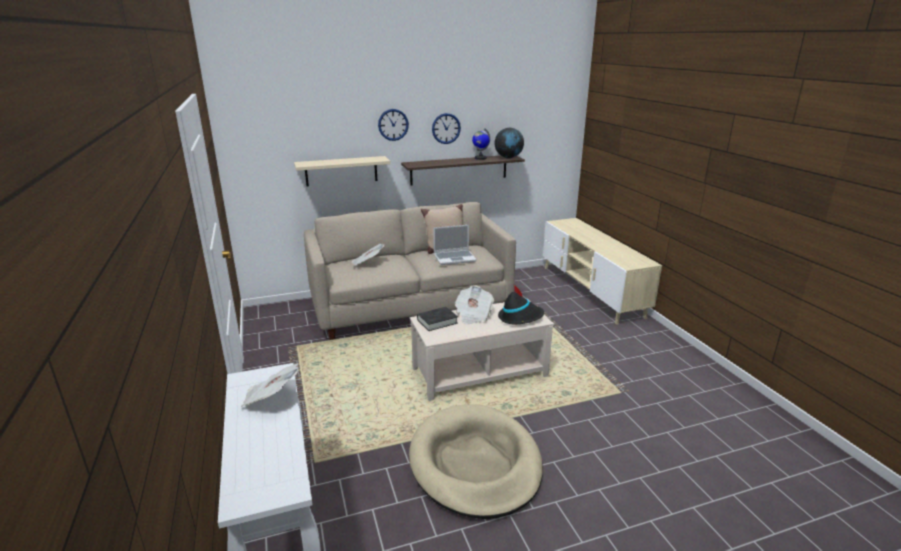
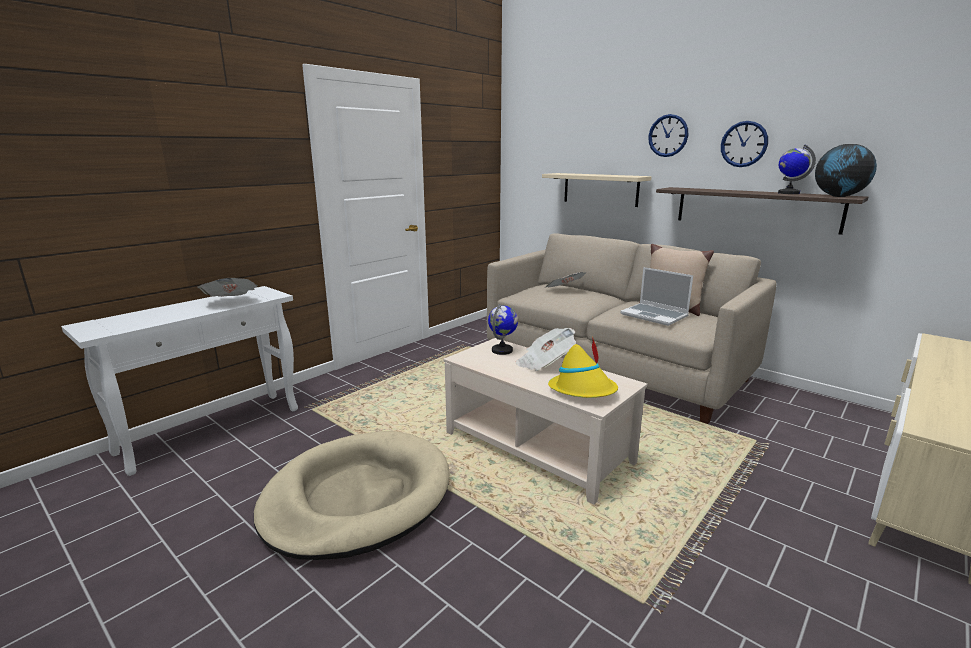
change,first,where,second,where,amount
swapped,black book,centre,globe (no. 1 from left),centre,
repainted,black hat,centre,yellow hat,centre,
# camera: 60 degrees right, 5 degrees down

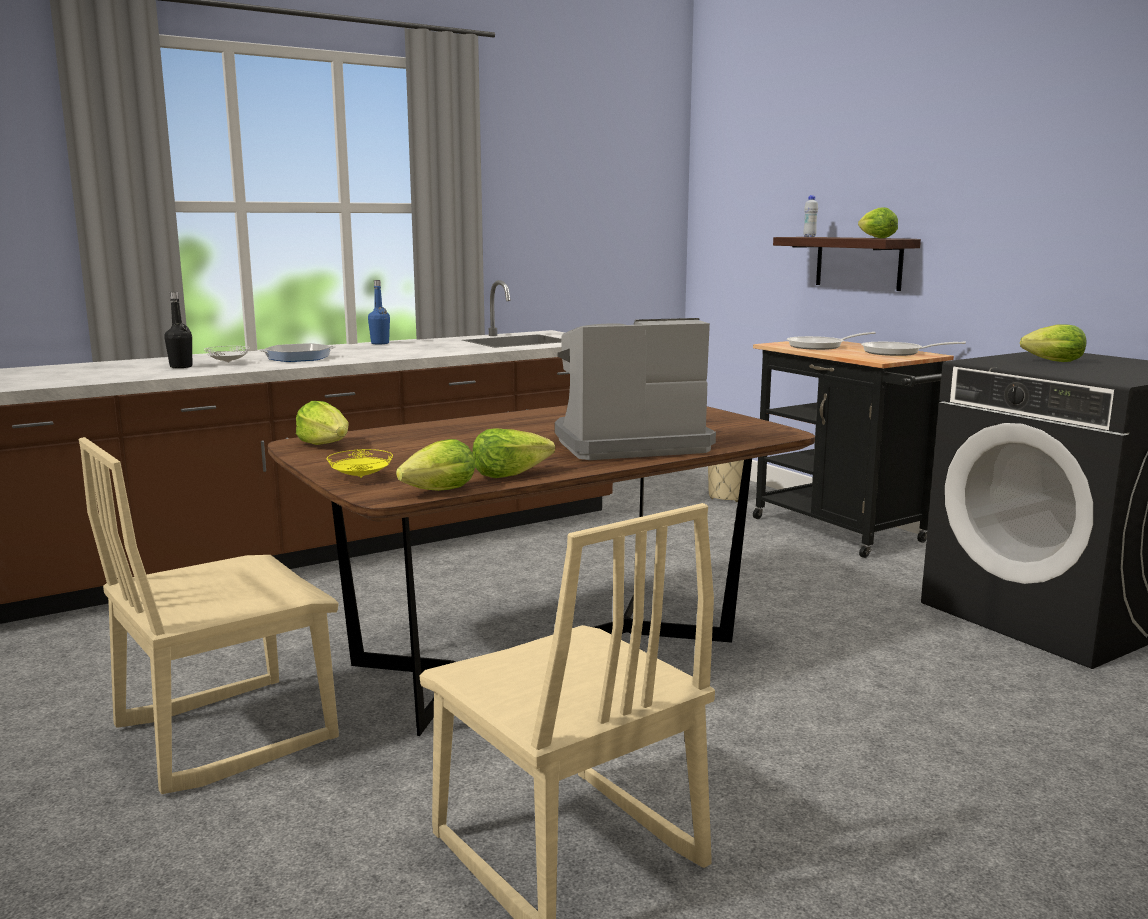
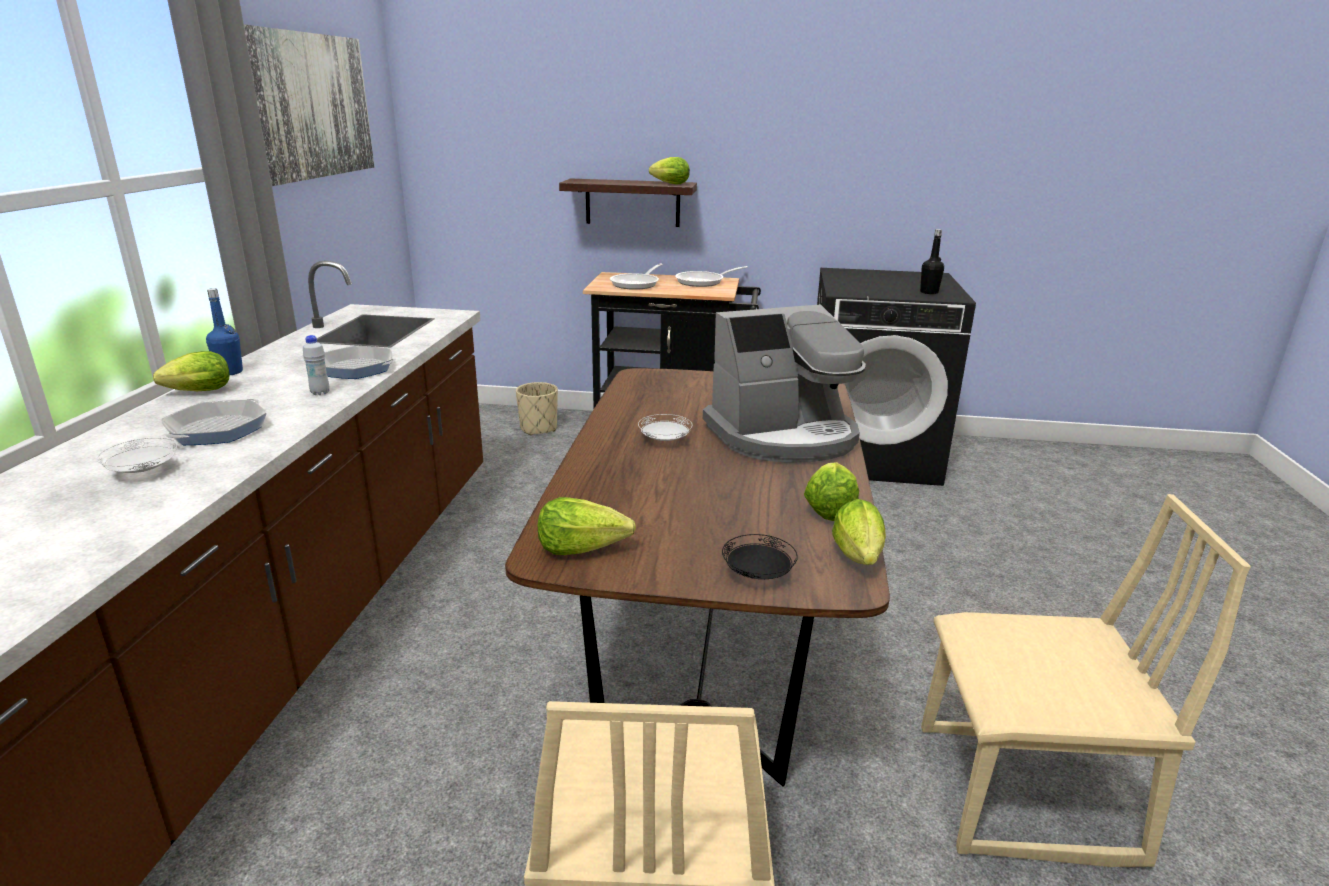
change,first,where,second,where,amount
shifted,black bottle,middle left,,top right,
repainted,yellow plate,middle left,black plate,centre,
rotated,coffee machine,centre,,centre,135 degrees counterclockwise
shifted,white bottle,top right,,middle left,
shifted,lettuce (no. 5 from left in the first image),middle right,lettuce (no. 1 from left),middle left,
new,,,picture,top left,
new,,,frying pan (no. 2 from left),middle left,
new,,,white plate (no. 2 from left),centre,
# camera: 50 degrees left, 10 degrees up

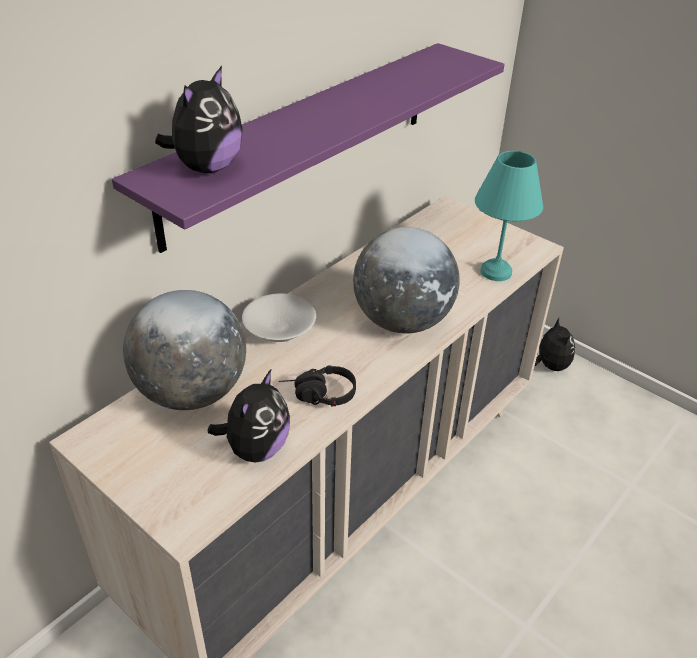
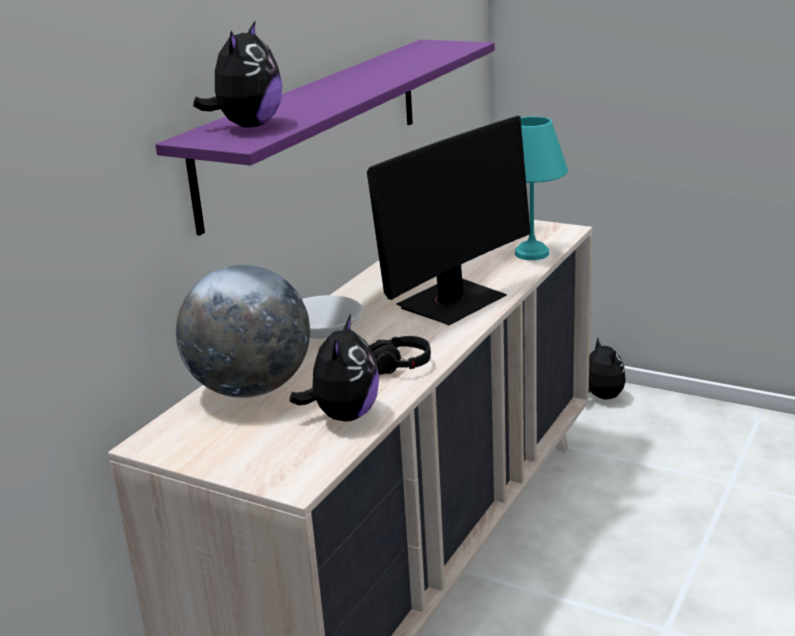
change,first,where,second,where,amount
swapped,globe (no. 2 from left),centre,monitor,centre,
# camera: 10 degrees left, 15 degrees down

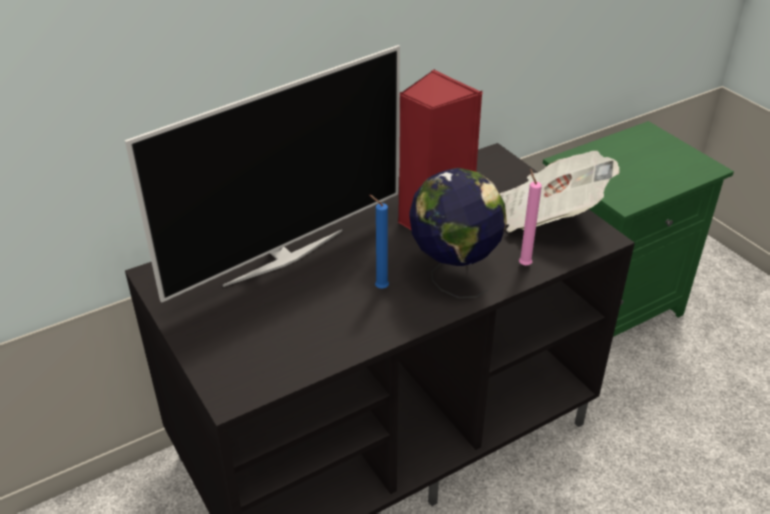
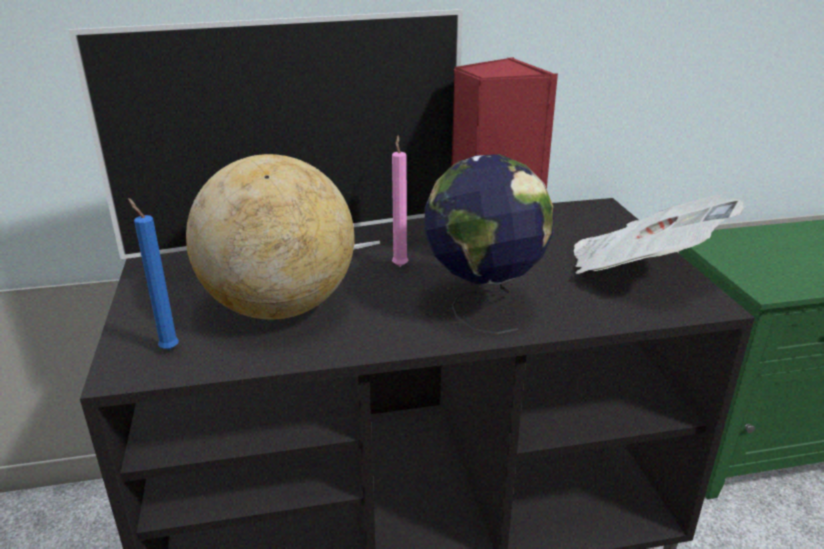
change,first,where,second,where,amount
shifted,blue candle,centre,,middle left,
shifted,pink candle,middle right,,centre,
new,,,globe (no. 1 from left),middle left,
# camera: 20 degrees right, 10 degrees down

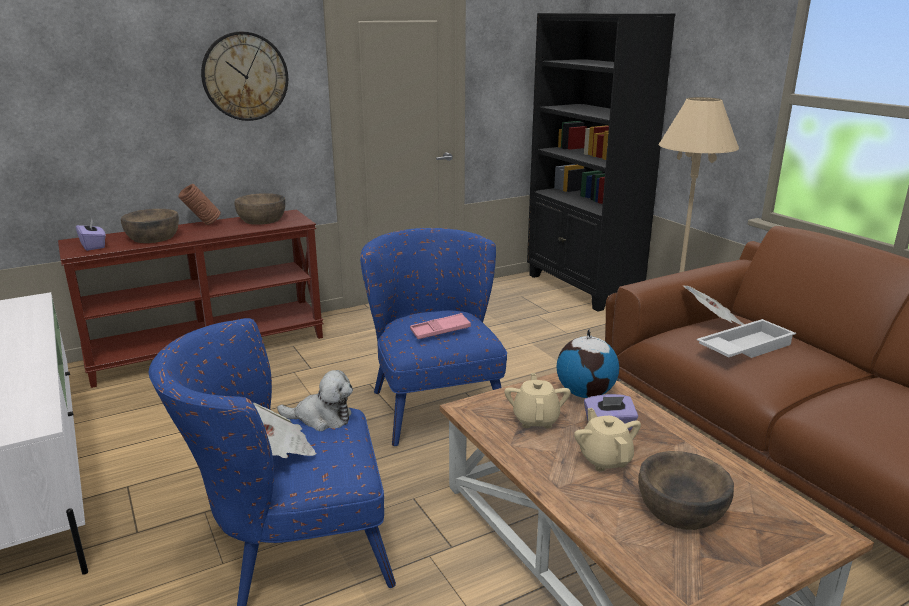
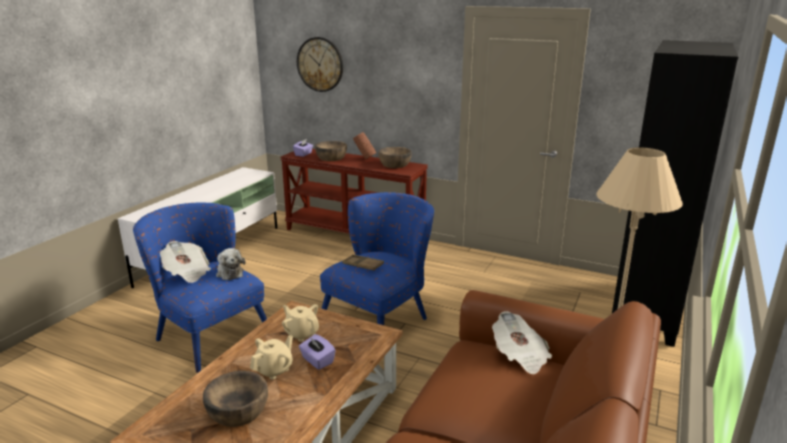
change,first,where,second,where,amount
shifted,wall clock,top left,,top centre,
repainted,pink tray,centre,brown tray,centre,
rotated,beige teapot (no. 1 from left in the first image),centre,beige teapot (no. 2 from left),bottom centre,105 degrees counterclockwise
gone,globe,centre,,,
gone,white tray,middle right,,,
# camera: 55 degrees right, 0 degrees up

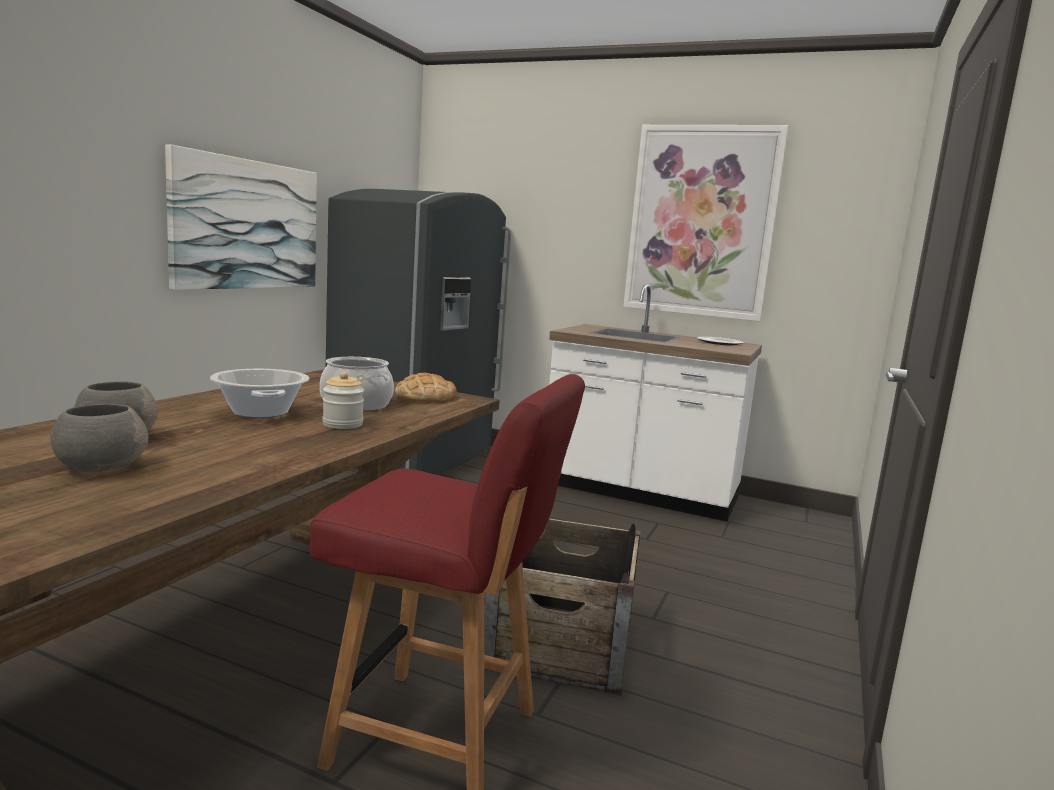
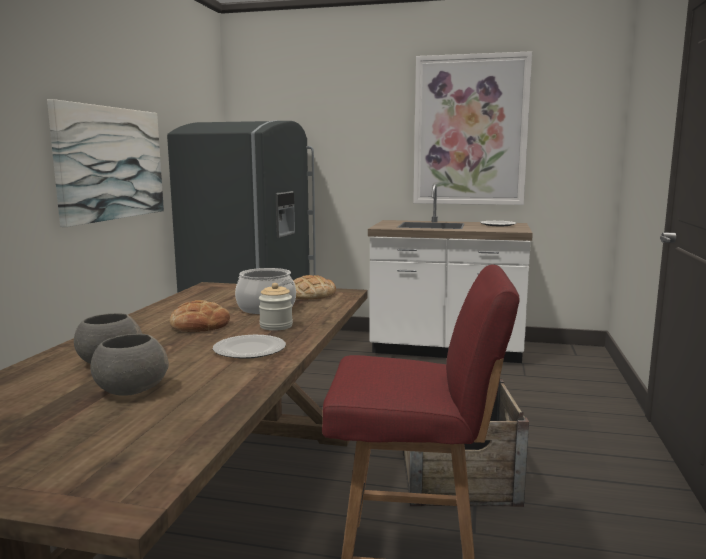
change,first,where,second,where,amount
swapped,cooking pot (no. 1 from left),middle left,bread (no. 1 from left),middle left,
new,,,plate (no. 1 from left),centre,
# camera: 10 degrees left, 0 degrees up

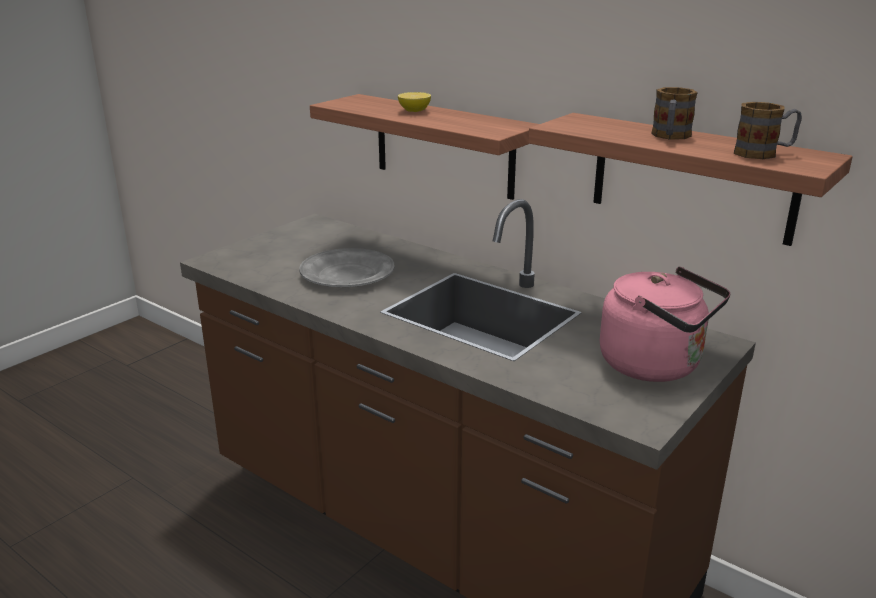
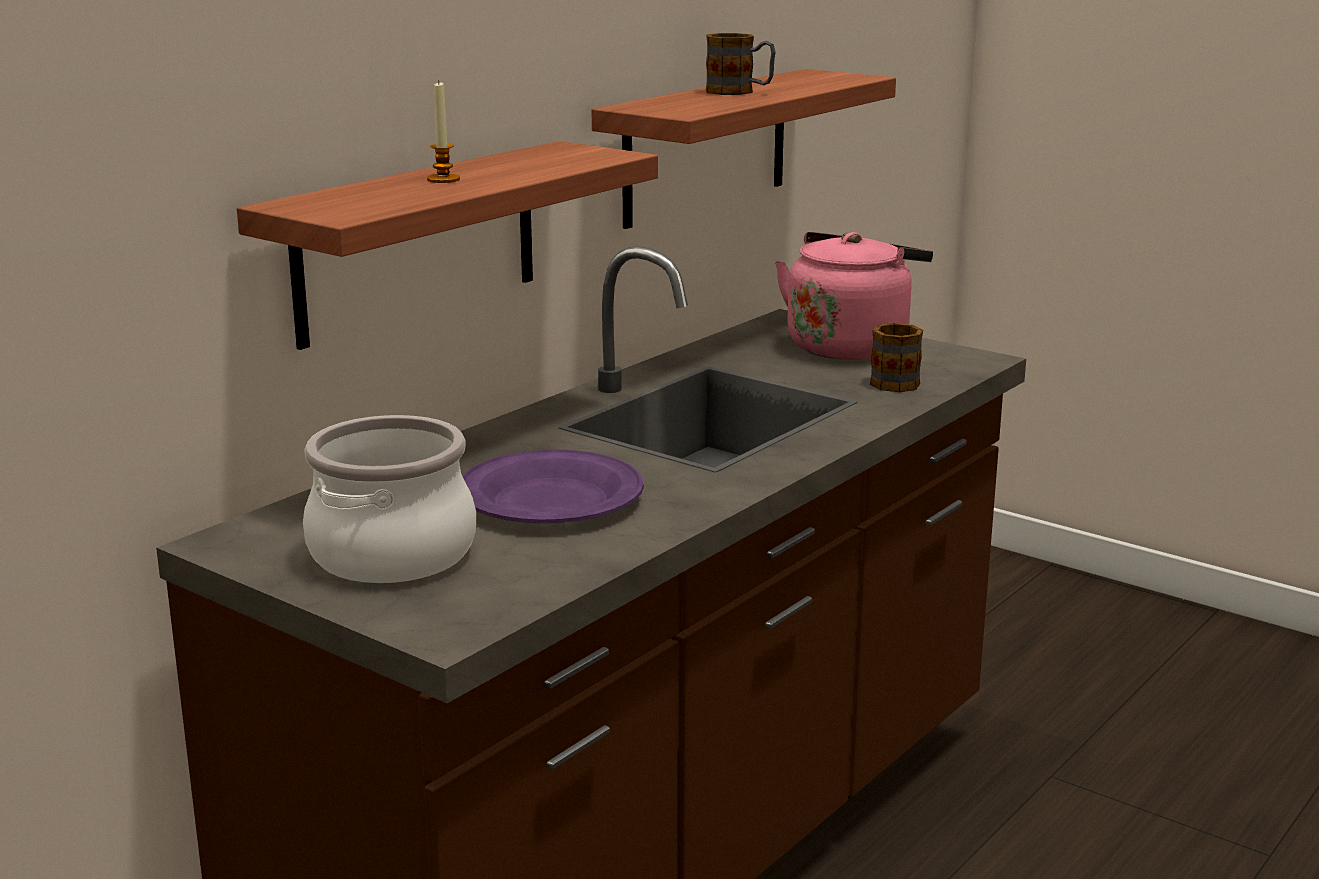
change,first,where,second,where,amount
repainted,grey plate,centre,purple plate,centre,
swapped,lemon,top centre,candle,top centre,
shifted,mug (no. 2 from left),top right,,middle right,
new,,,cooking pot,middle left,
# camera: 90 degrees left, 5 degrees down

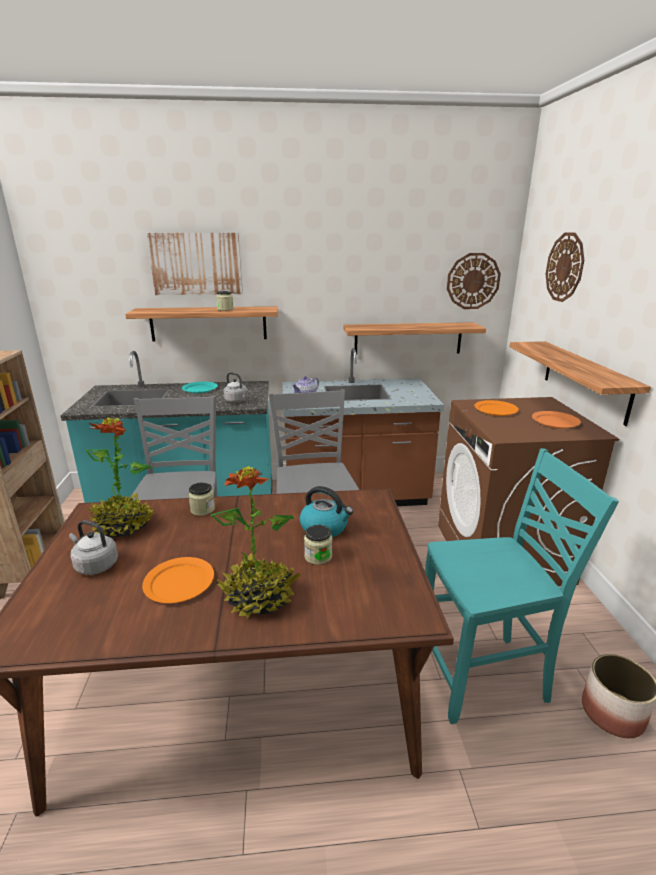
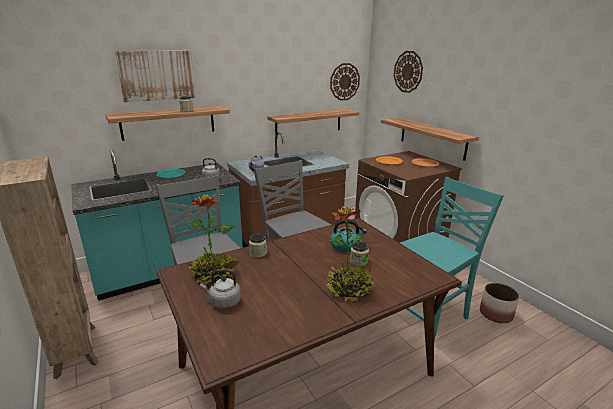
change,first,where,second,where,amount
gone,orange plate (no. 1 from left),middle left,,,
# camera: 25 degrees left, 0 degrees up

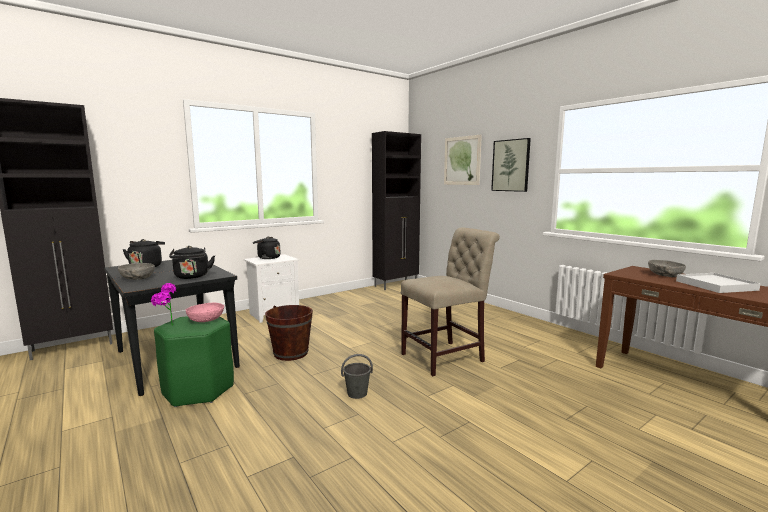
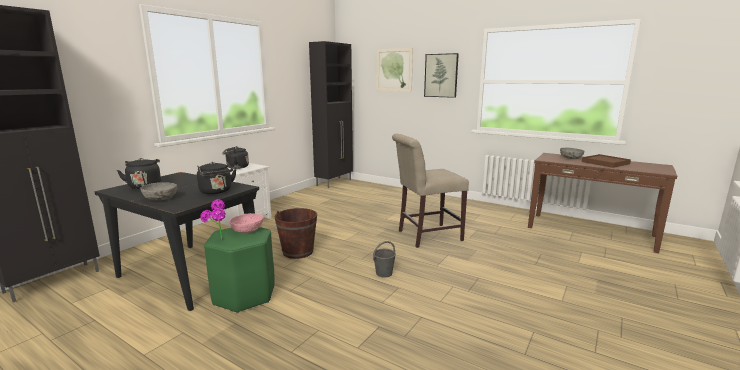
change,first,where,second,where,amount
rotated,beige chair,centre,,centre,150 degrees counterclockwise
repainted,white tray,middle right,brown tray,middle right,
# camera: 20 degrees left, 5 degrees up

